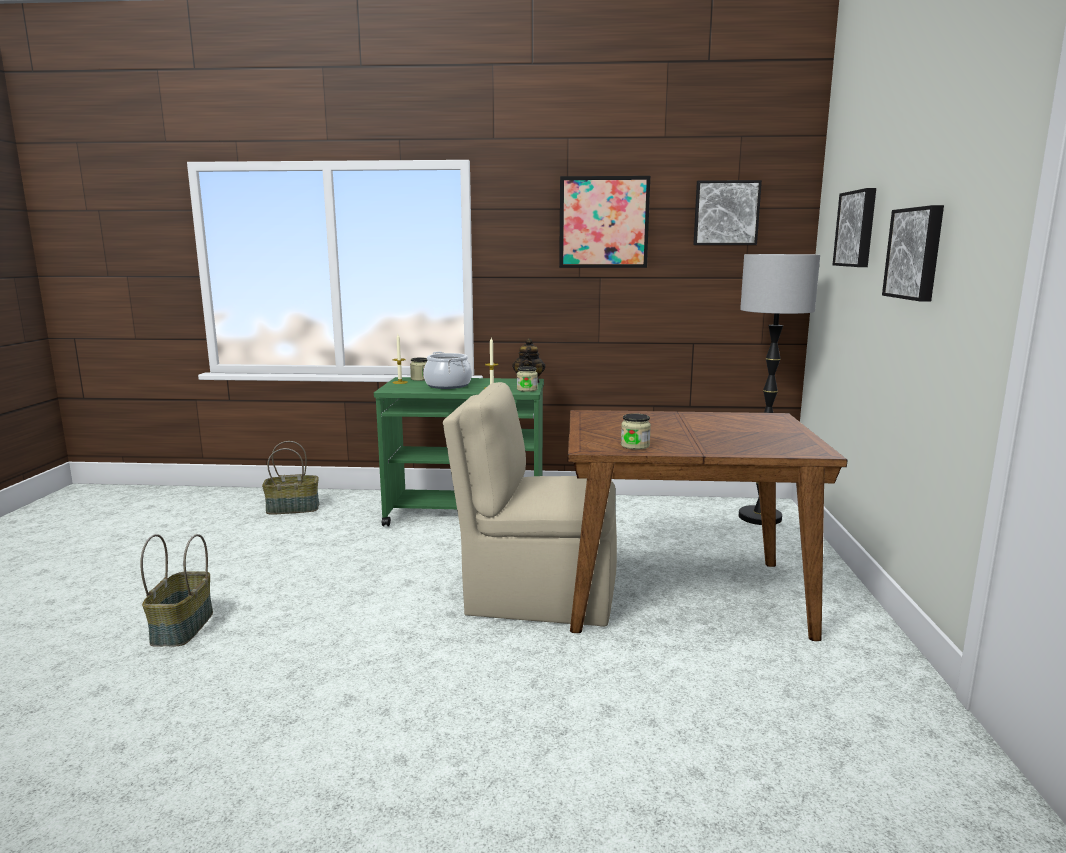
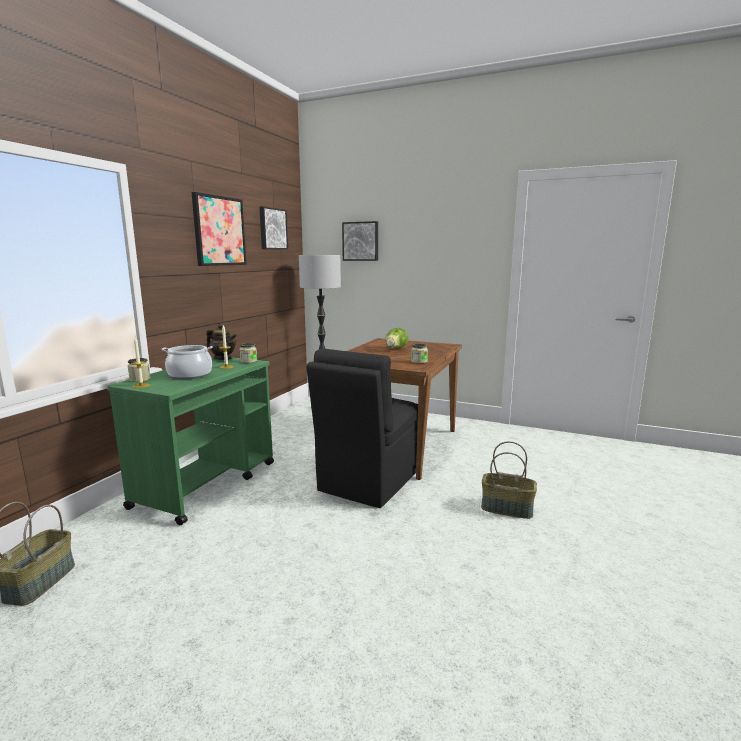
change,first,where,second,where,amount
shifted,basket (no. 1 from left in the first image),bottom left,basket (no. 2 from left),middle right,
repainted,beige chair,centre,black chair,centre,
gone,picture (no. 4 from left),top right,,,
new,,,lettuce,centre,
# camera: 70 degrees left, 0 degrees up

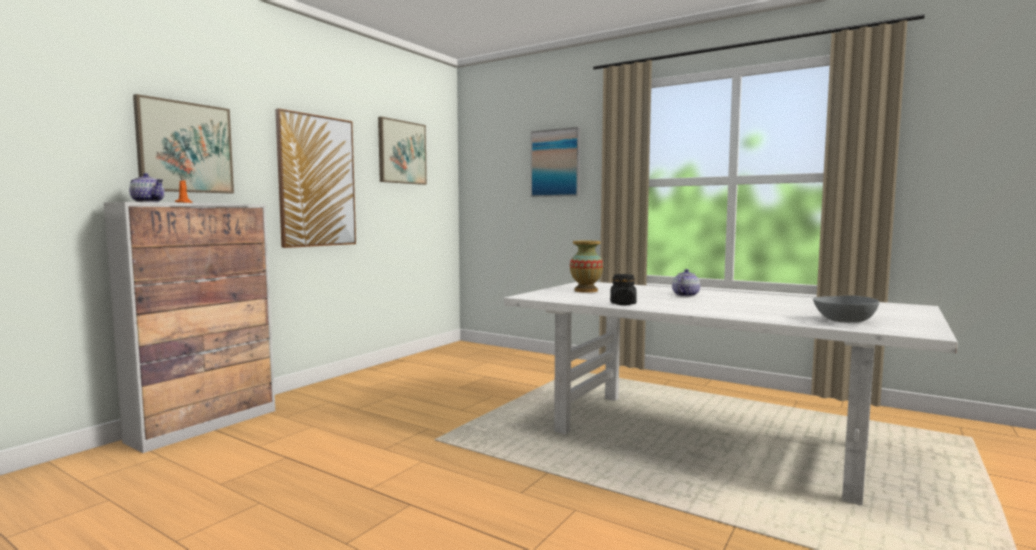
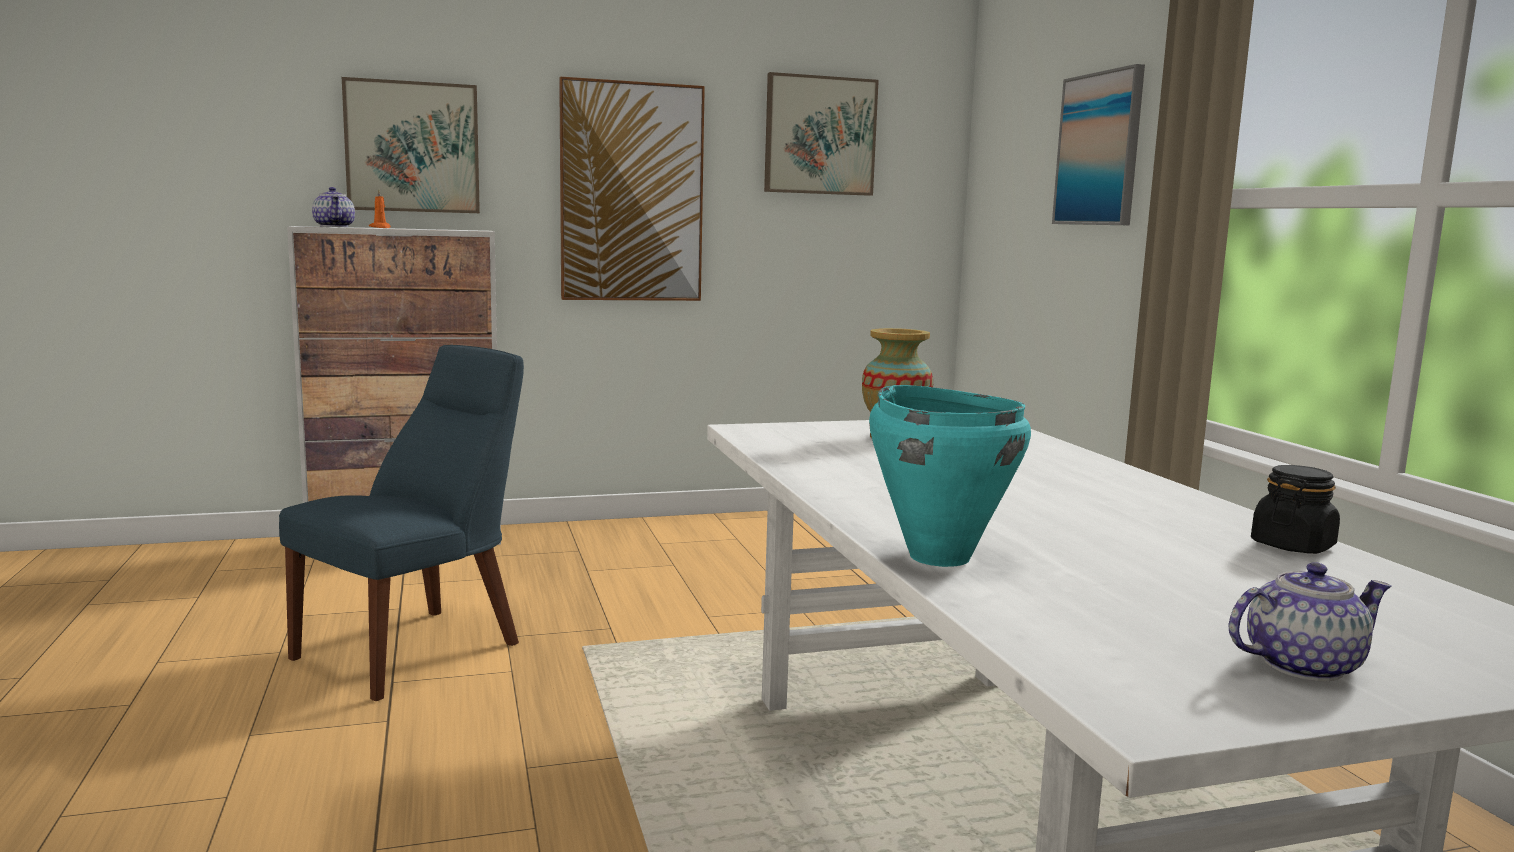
change,first,where,second,where,amount
shifted,black jar,centre,,middle right,
shifted,teapot (no. 2 from left),centre,,bottom right,
gone,grey bowl,middle right,,,
new,,,blue chair,middle left,
new,,,turquoise cooking pot,centre,
# camera: 40 degrees right, 5 degrees up

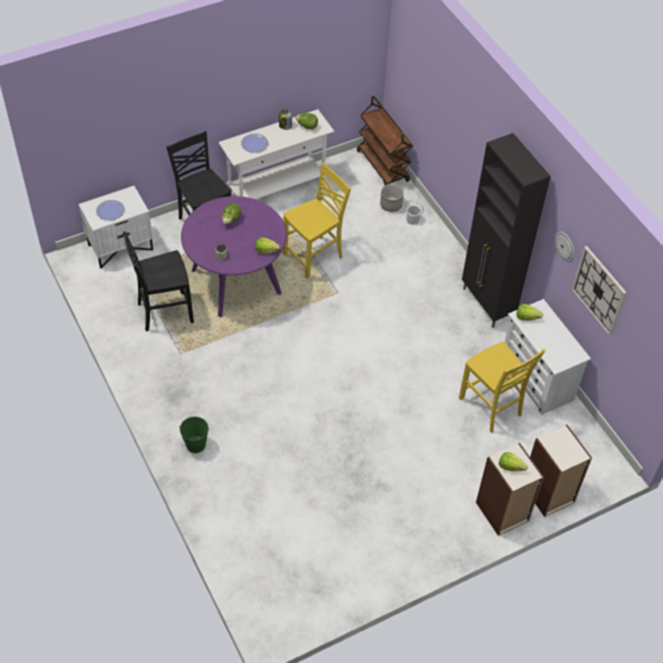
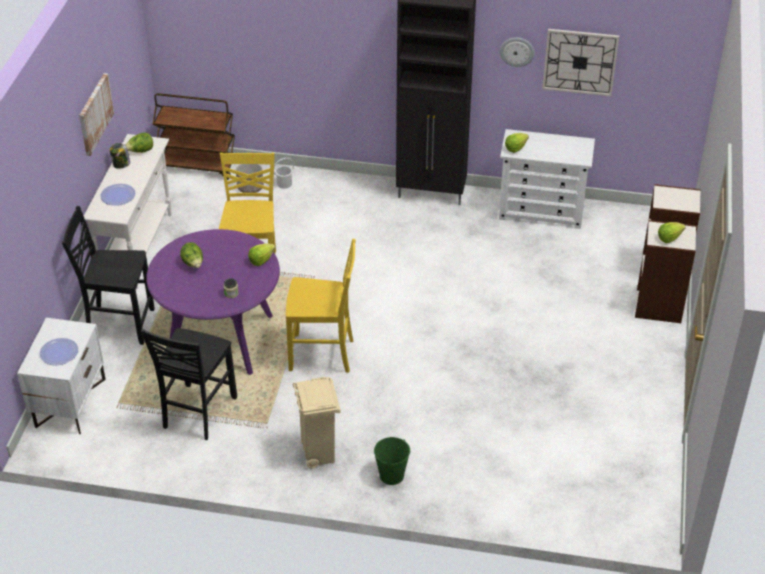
change,first,where,second,where,amount
shifted,yellow chair (no. 2 from left),middle right,,centre,
new,,,picture,top left,
new,,,beige trash can,bottom centre,
# camera: 50 degrees left, 10 degrees down

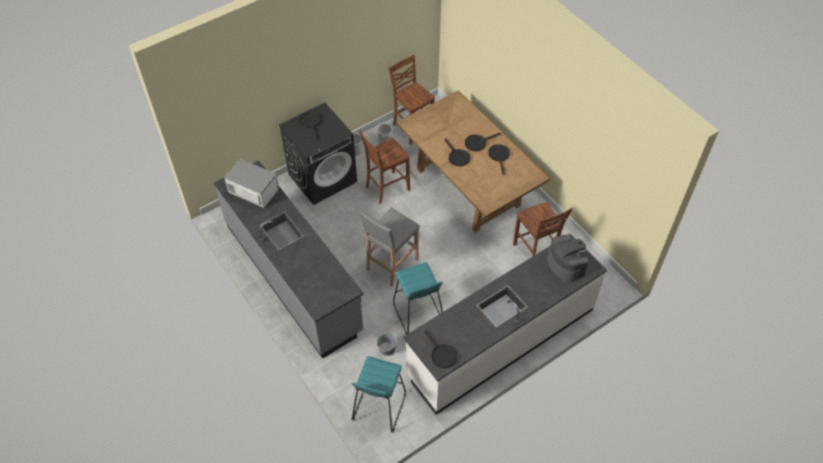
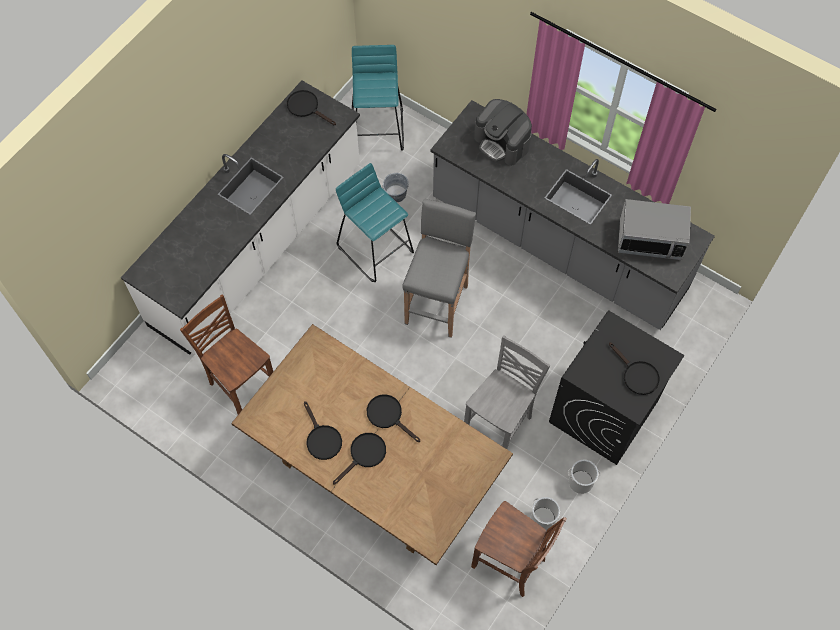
change,first,where,second,where,amount
repainted,brown chair (no. 1 from left),centre,grey chair,centre,
shifted,coffee machine,middle right,,top centre,
# camera: 160 degrees right, 10 degrees up

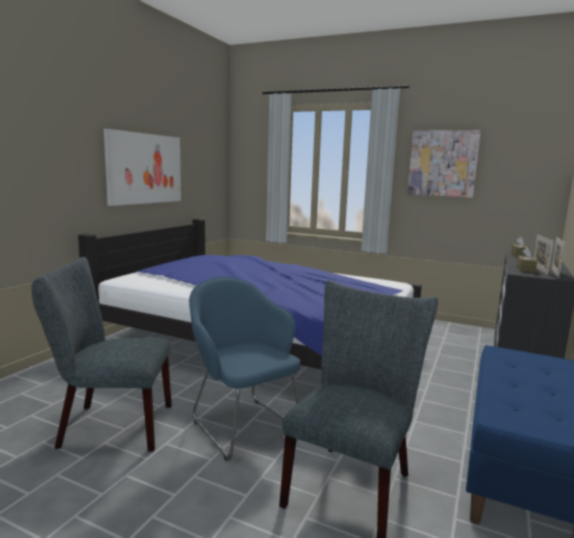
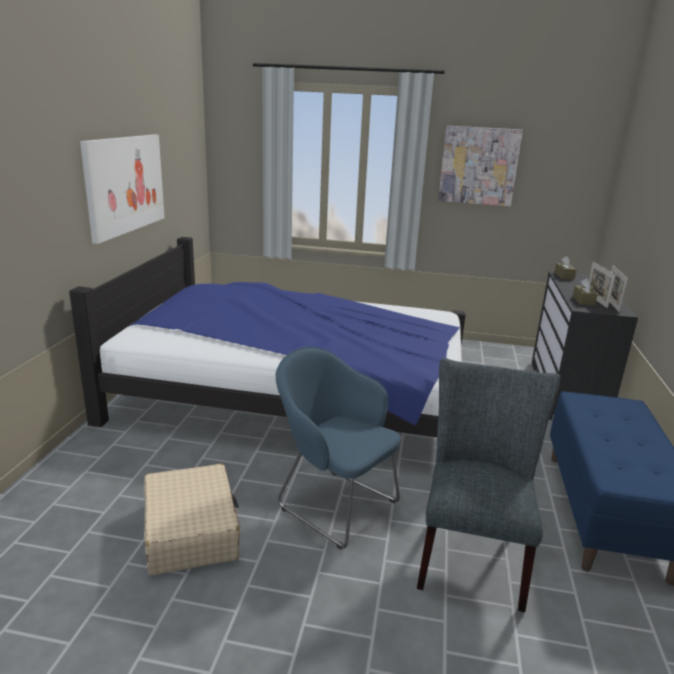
change,first,where,second,where,amount
swapped,grey chair (no. 1 from left),middle left,beige suitcase,bottom left,
# camera: 15 degrees left, 10 degrees up

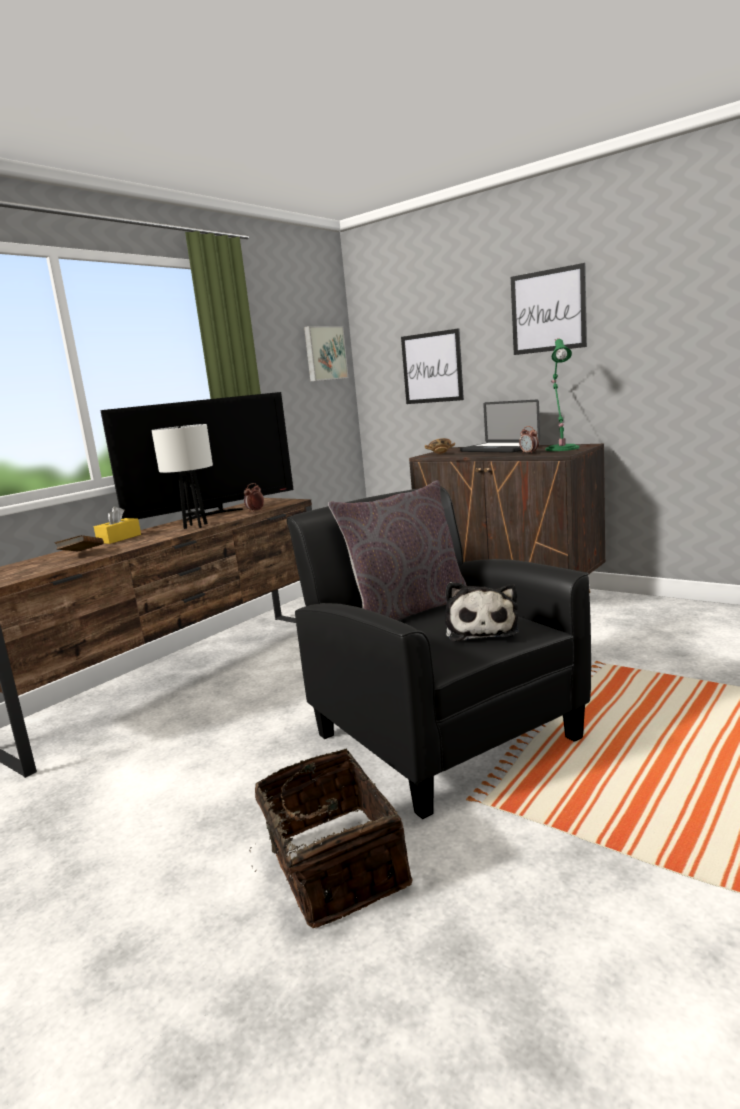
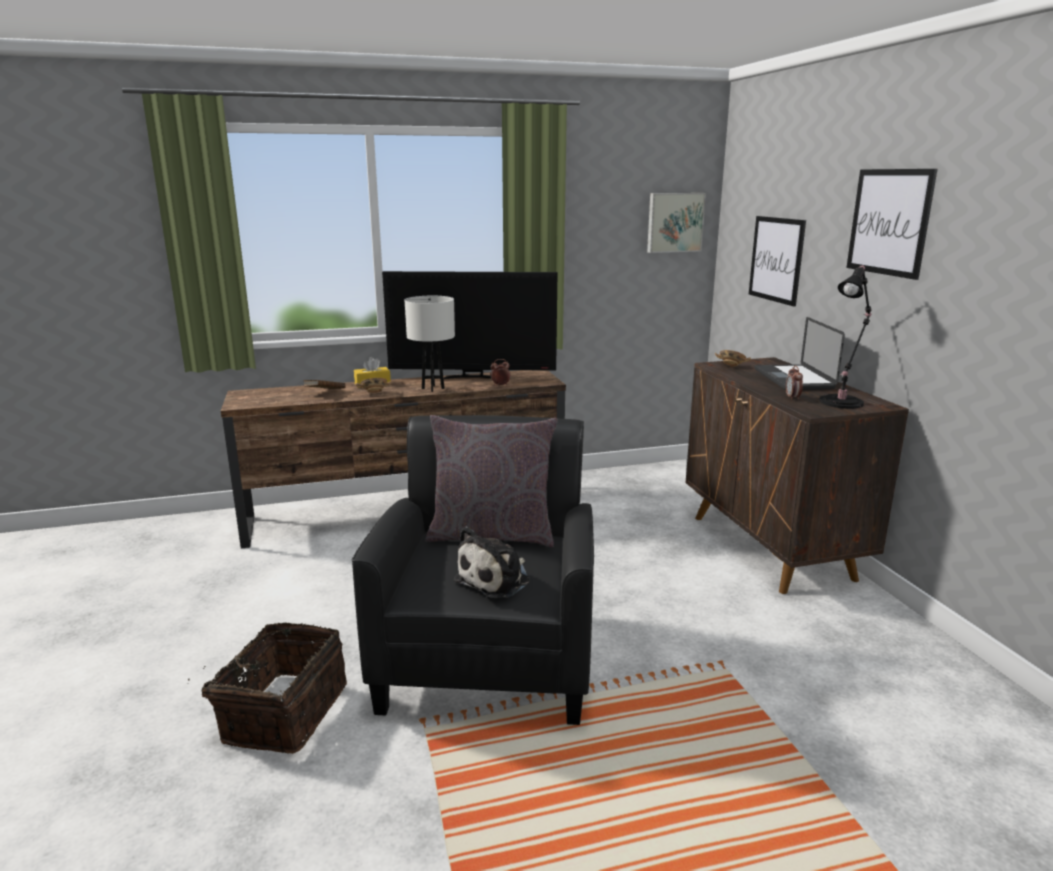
change,first,where,second,where,amount
repainted,green table lamp,middle right,black table lamp,middle right,
new,,,bowl (no. 1 from left),centre,
# camera: 35 degrees right, 5 degrees up

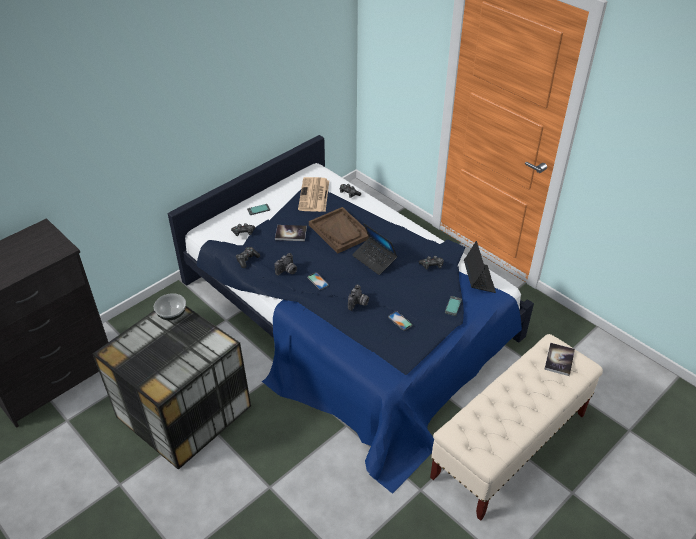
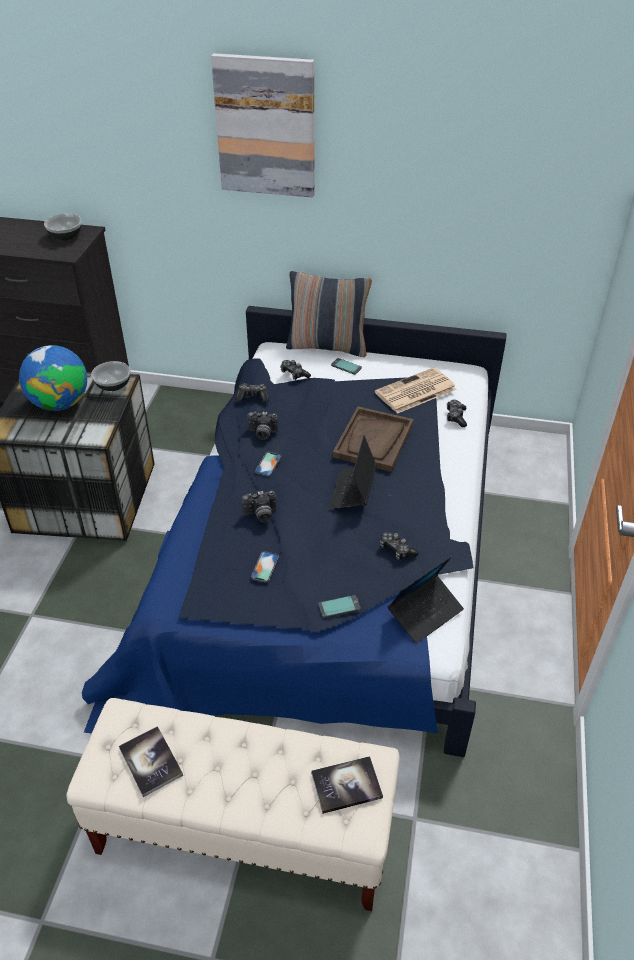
change,first,where,second,where,amount
shifted,book (no. 1 from left),centre,,bottom left,
new,,,globe,middle left,
new,,,bowl (no. 1 from left),top left,
new,,,picture,top centre,
new,,,pillow,top centre,
# camera: 55 degrees right, 0 degrees up

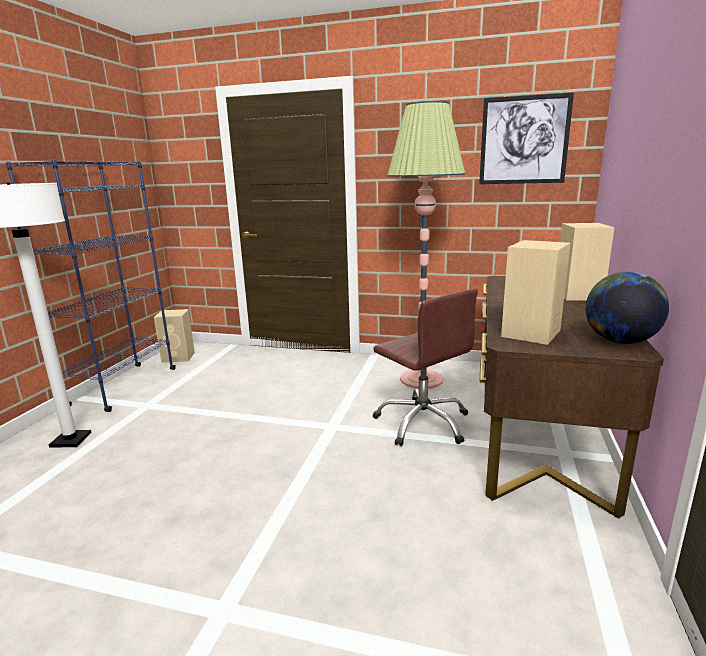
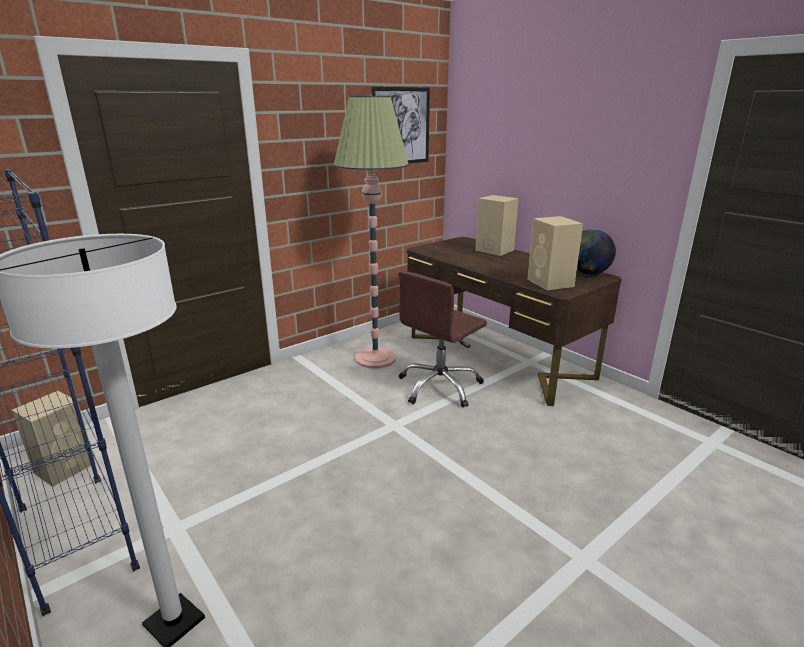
change,first,where,second,where,amount
rotated,brown office chair,centre,,centre,135 degrees clockwise
# camera: 55 degrees left, 5 degrees up

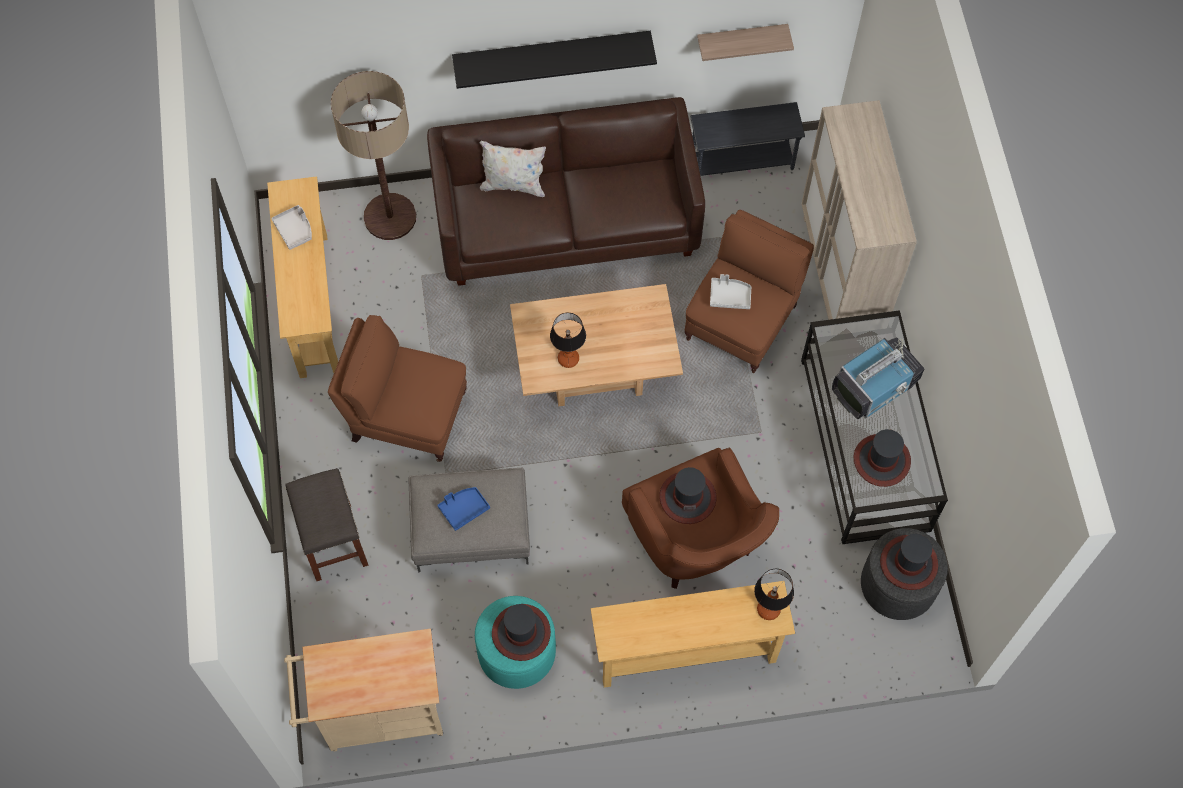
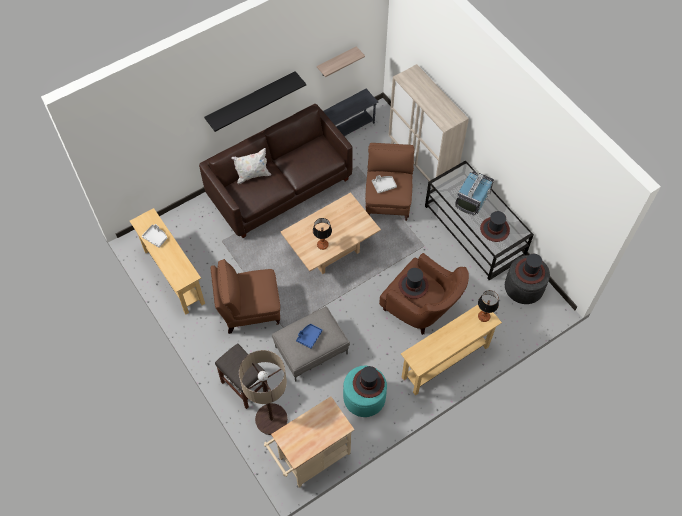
change,first,where,second,where,amount
shifted,floor lamp,top left,,bottom centre,
# camera: 25 degrees left, 5 degrees down

